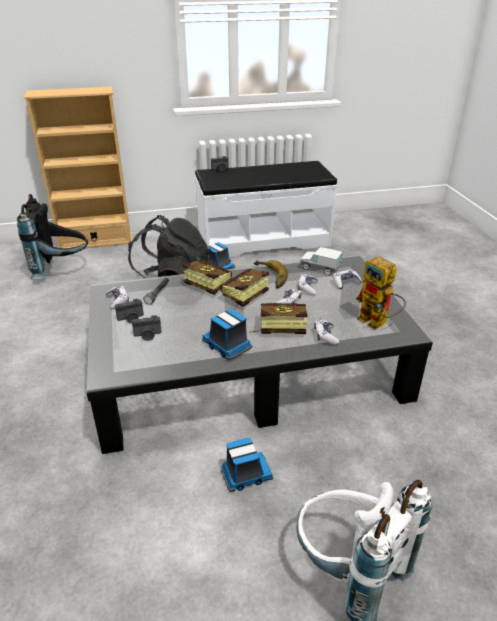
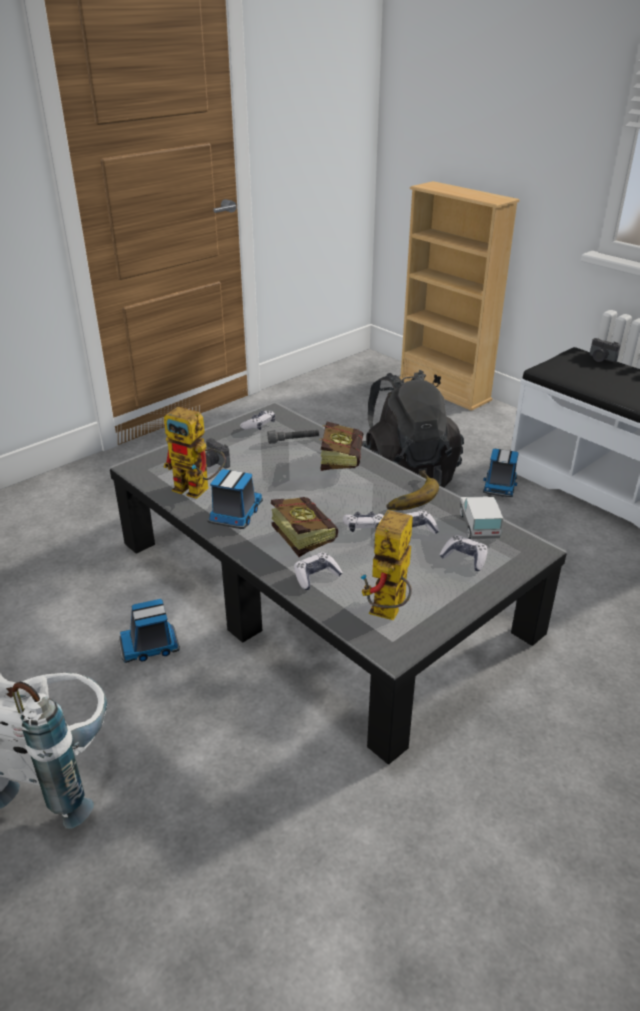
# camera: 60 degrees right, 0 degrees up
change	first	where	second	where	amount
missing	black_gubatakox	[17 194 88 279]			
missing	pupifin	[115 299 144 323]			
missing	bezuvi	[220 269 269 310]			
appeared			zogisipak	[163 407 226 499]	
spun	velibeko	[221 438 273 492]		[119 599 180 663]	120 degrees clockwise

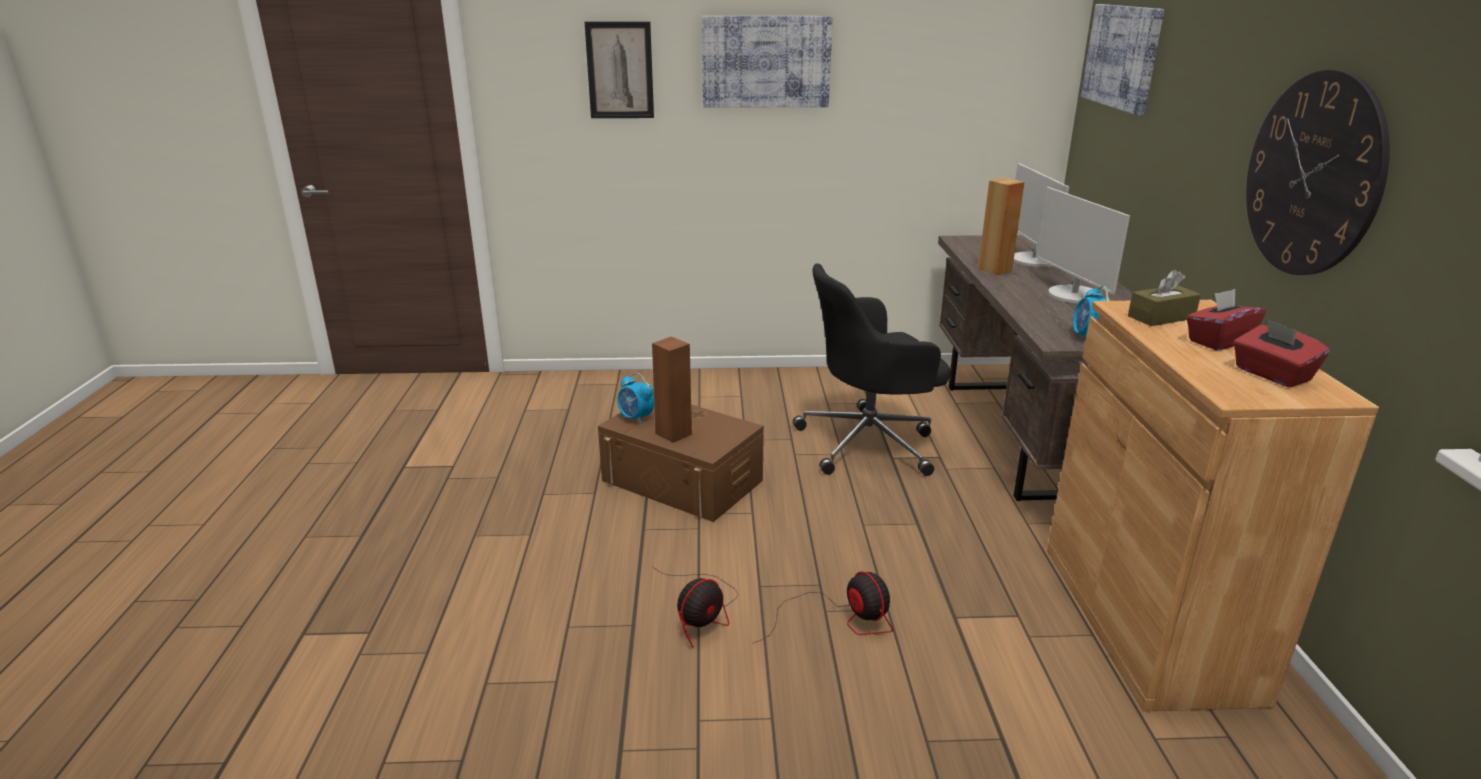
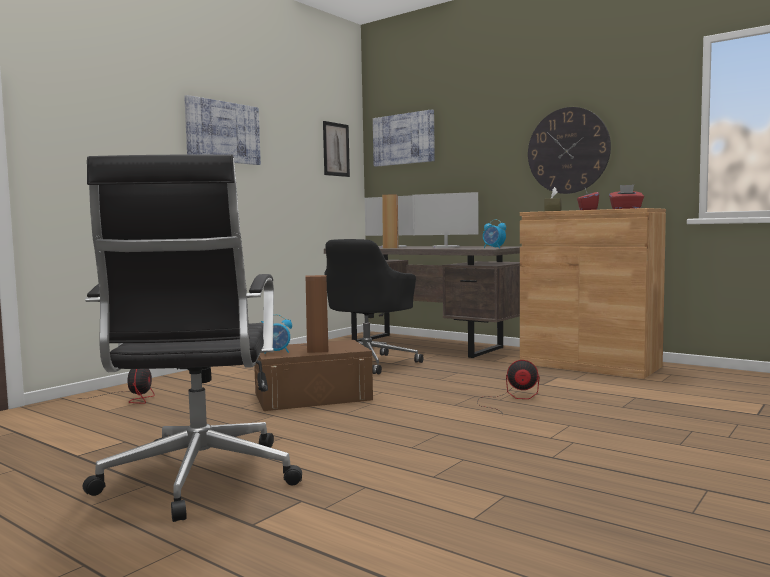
# camera: 50 degrees left, 20 degrees down
change	first	where	second	where	amount
appeared			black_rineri	[83 154 302 522]	
relocated	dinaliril	[585 21 654 118]		[323 121 350 177]	
relocated	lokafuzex	[653 567 738 648]		[76 369 155 404]	

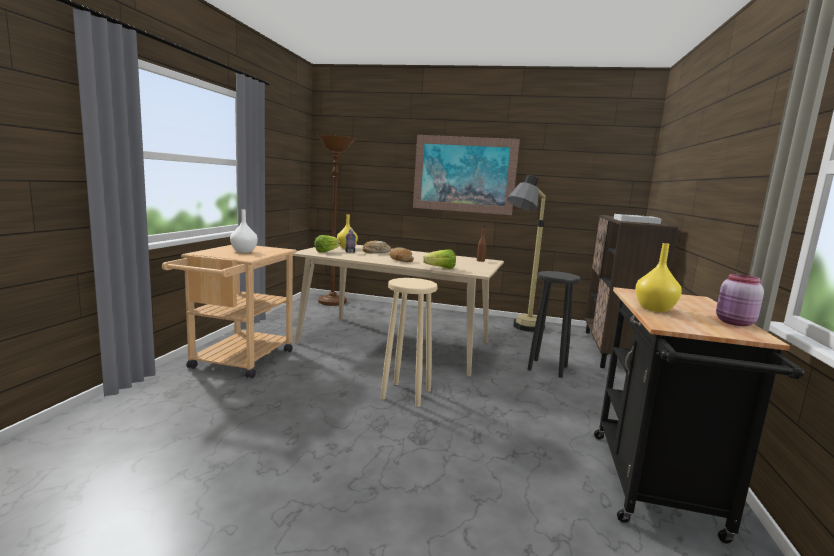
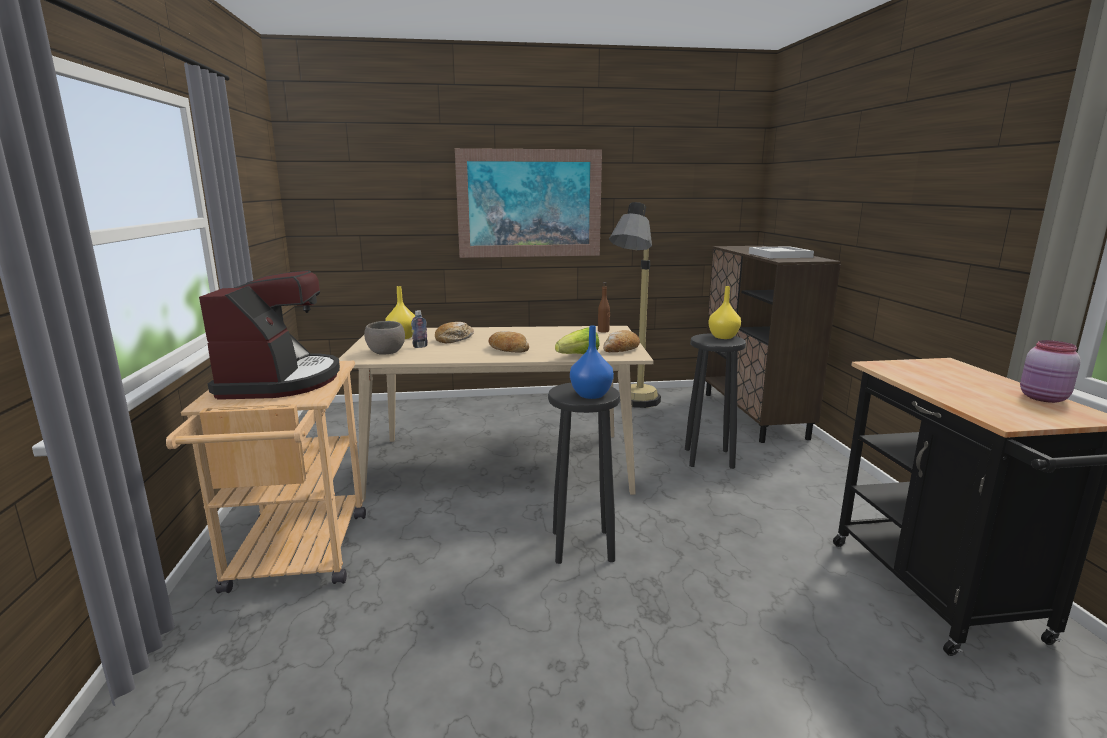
# camera: 20 degrees left, 5 degrees up
change	first	where	second	where	amount
missing	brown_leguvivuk	[317 135 356 306]			
appeared			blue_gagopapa	[570 326 614 399]	
appeared			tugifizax	[603 330 640 352]	
relocated	yellow_gagopapa	[635 243 682 312]		[708 286 741 339]	
exchanged	white_gagopapa	[230 209 258 253]	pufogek	[199 270 340 400]	
exchanged	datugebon	[314 235 341 253]	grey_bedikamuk	[364 321 405 355]	
colour	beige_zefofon	[381 278 438 407]	black_zefofon	[548 383 620 564]	

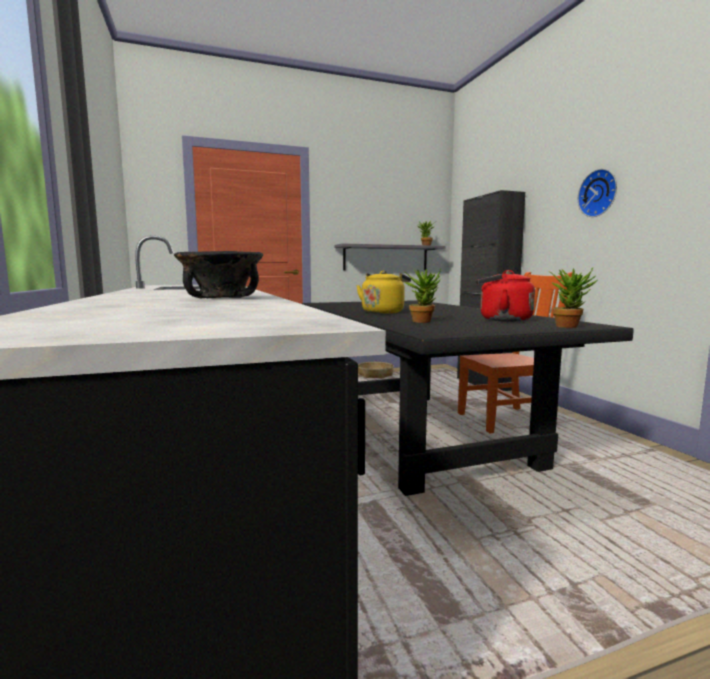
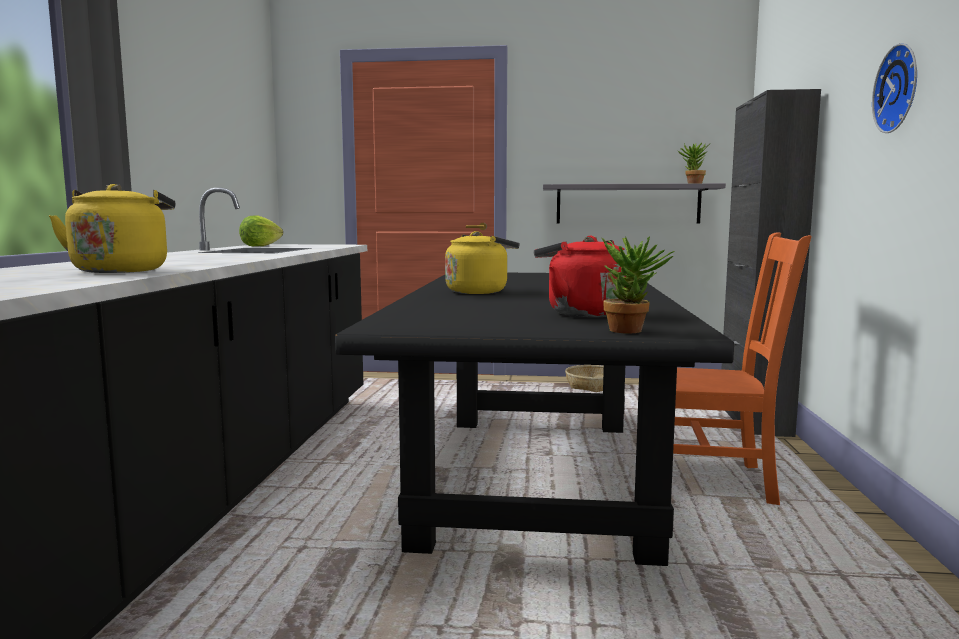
# camera: 25 degrees right, 0 degrees up
change	first	where	second	where	amount
missing	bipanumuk	[405 268 441 323]			
appeared			datugebon	[239 215 283 246]	
exchanged	black_bedikamuk	[174 251 263 298]	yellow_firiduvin	[49 184 175 273]	

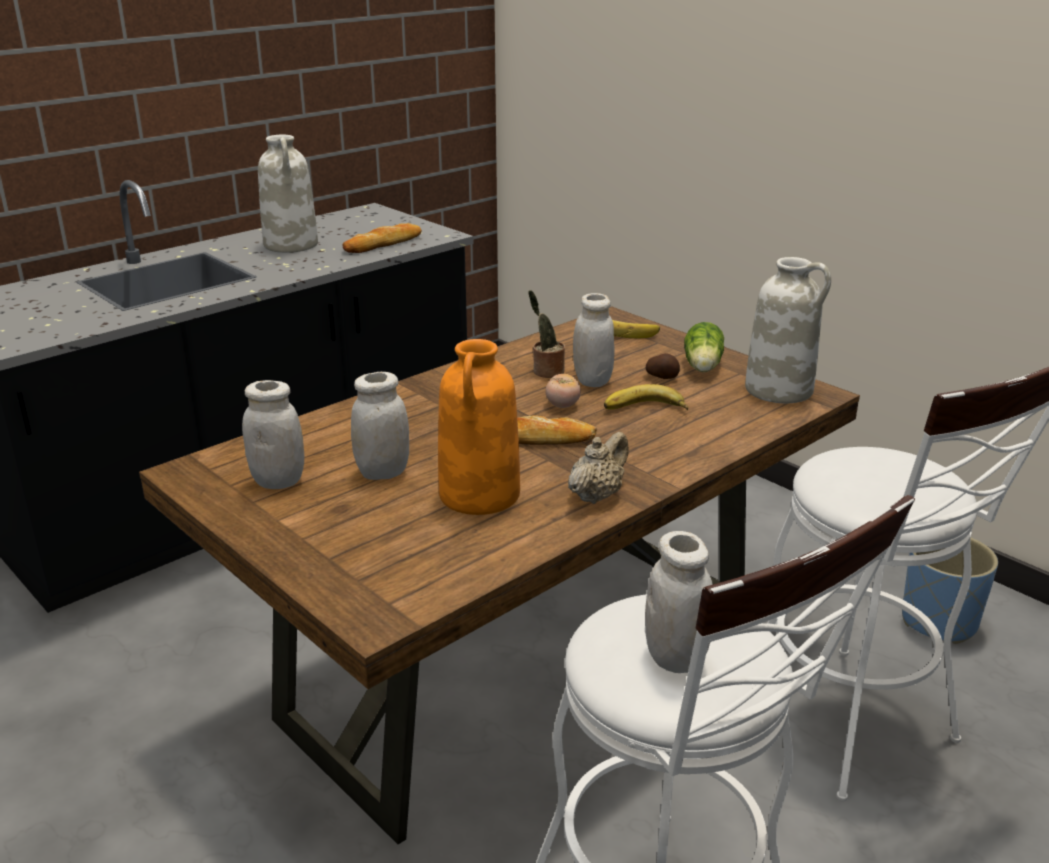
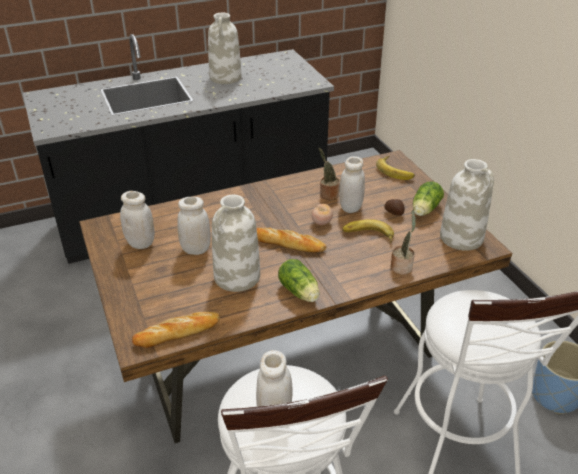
# camera: 20 degrees right, 10 degrees up
change	first	where	second	where	amount
appeared			bipanumuk	[391 210 416 274]	
relocated	tugifizax	[342 223 422 253]		[132 312 220 348]	
exchanged	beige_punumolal	[568 432 629 504]	datugebon	[278 259 320 302]	
colour	orange_gagopapa	[438 339 520 515]	white_gagopapa	[212 195 260 292]	

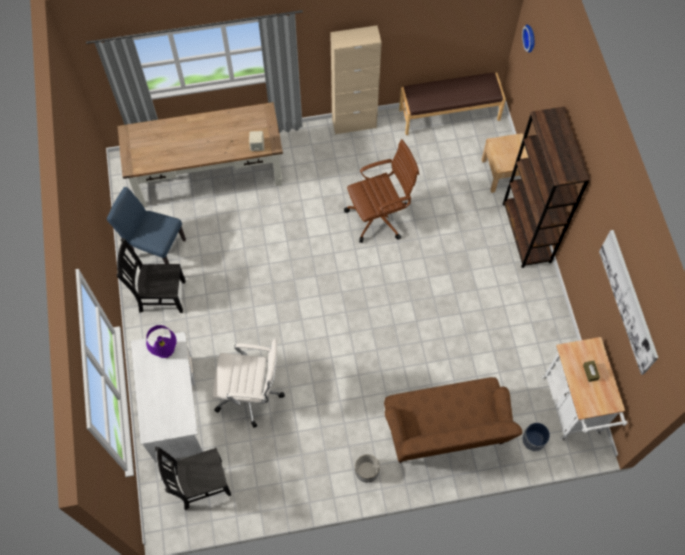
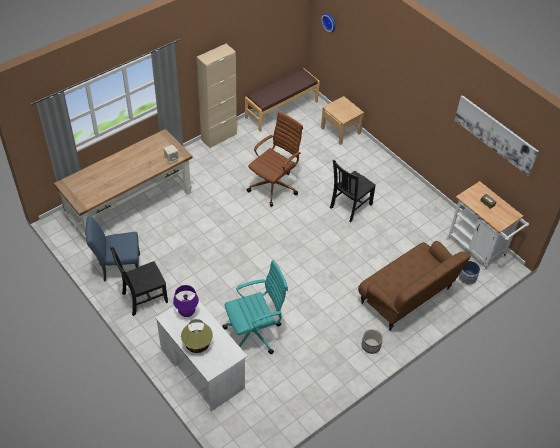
# camera: 30 degrees left, 15 degrees down
change	first	where	second	where	amount
missing	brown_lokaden	[503 106 590 268]			
appeared			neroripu	[181 319 213 353]	
relocated	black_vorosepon	[155 447 231 510]		[330 160 376 222]	
colour	white_rineri	[213 339 285 428]	turquoise_rineri	[223 260 288 354]	

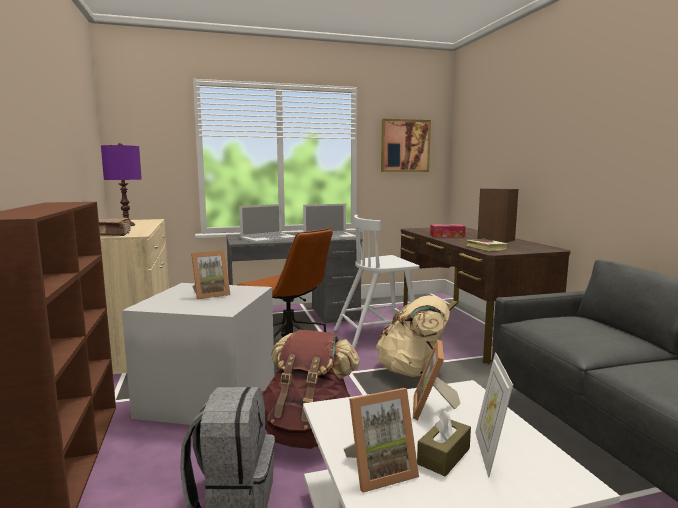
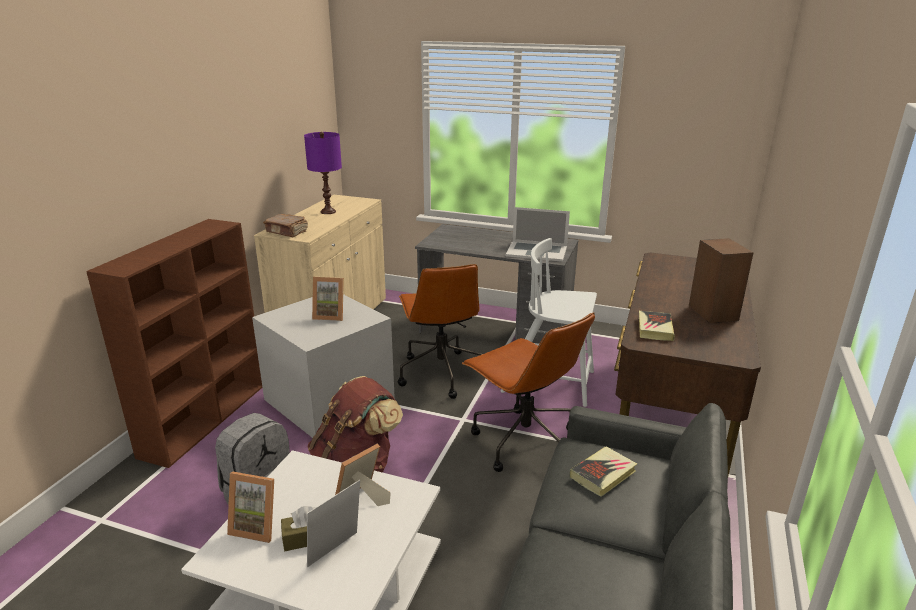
# camera: 35 degrees right, 15 degrees up
change	first	where	second	where	amount
missing	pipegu	[239 204 295 243]			
missing	dinaliril	[381 119 431 172]			
missing	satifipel	[430 224 466 237]			
appeared			bezuvi	[570 446 638 497]	
exchanged	beige_gubatakox	[376 295 450 377]	brown_rineri	[462 312 595 472]	

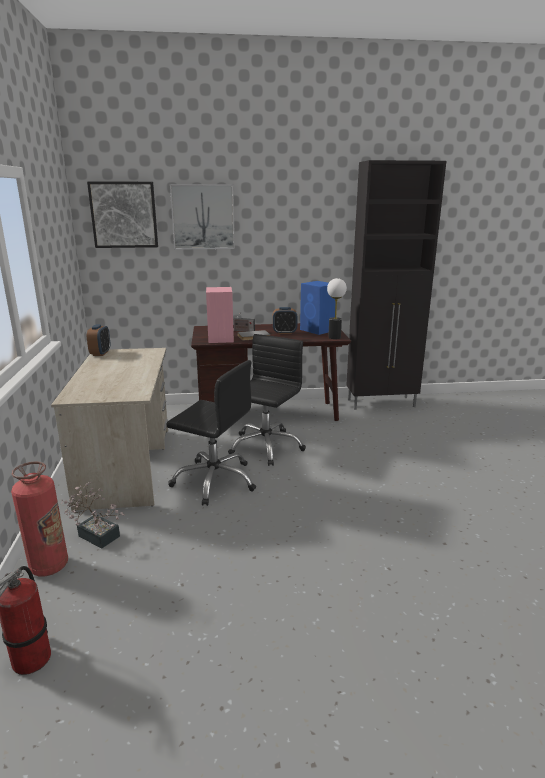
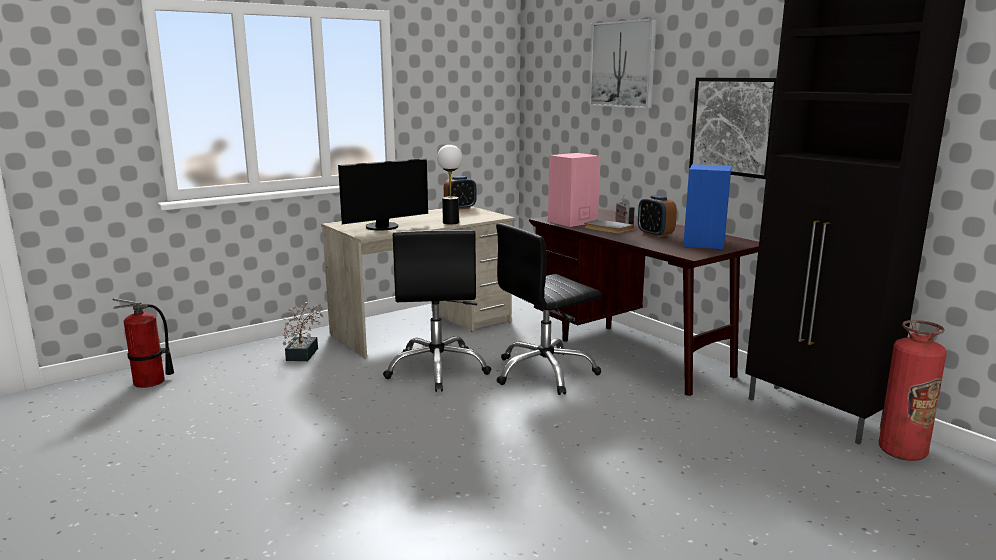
# camera: 60 degrees right, 5 degrees down
change	first	where	second	where	amount
appeared			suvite	[338 158 428 231]	
relocated	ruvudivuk	[11 461 68 576]		[879 320 947 461]	
relocated	dinaliril	[87 182 158 248]		[689 78 776 179]	
relocated	neroripu	[327 278 347 339]		[437 145 462 224]	
spun	black_rineri	[228 334 306 466]		[496 223 601 395]	150 degrees clockwise

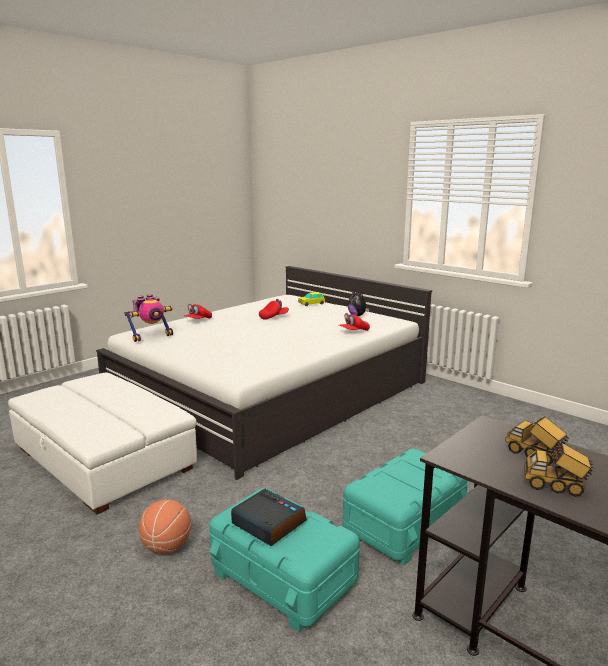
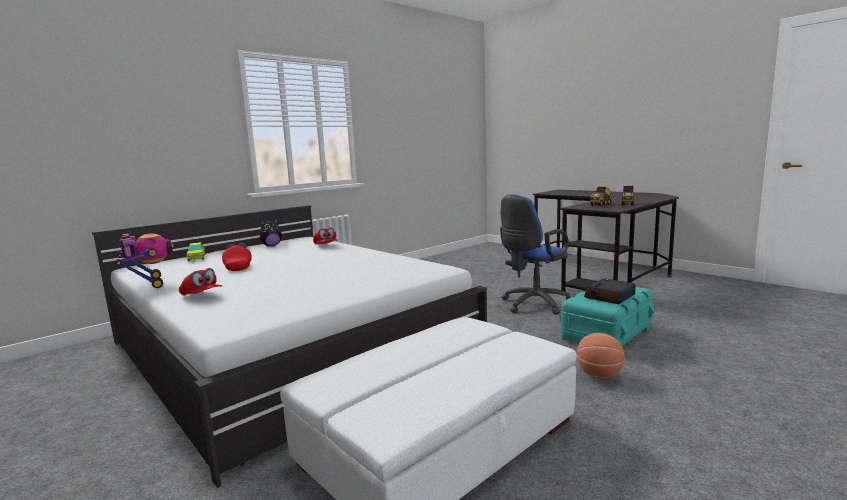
# camera: 85 degrees left, 5 degrees down
change	first	where	second	where	amount
relocated	zogisipak	[124 294 173 342]		[115 233 174 288]	
exchanged	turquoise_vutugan	[343 448 468 565]	blue_rineri	[500 194 571 315]	

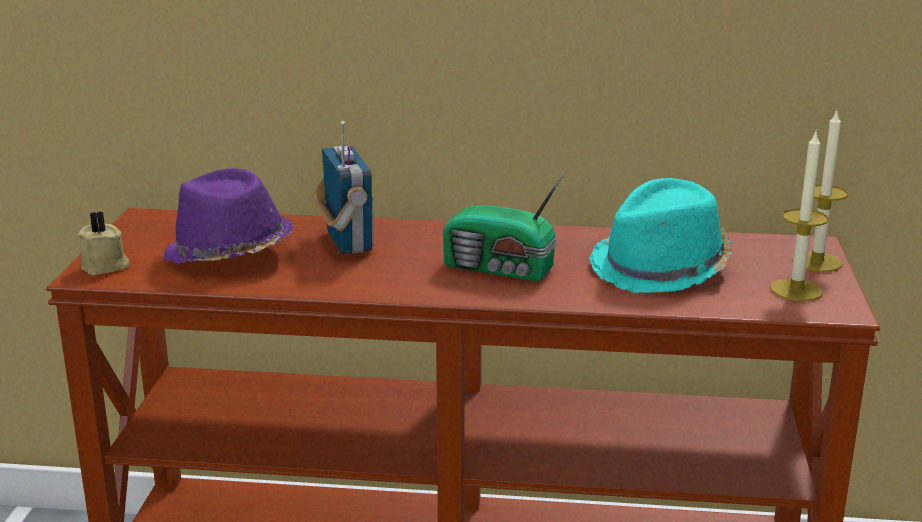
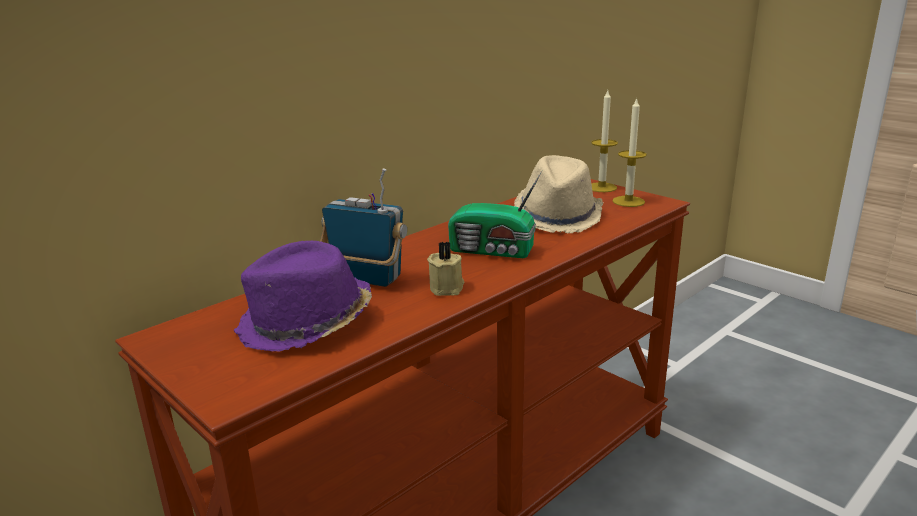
# camera: 50 degrees left, 0 degrees up
change	first	where	second	where	amount
relocated	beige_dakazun	[78 211 129 275]		[427 241 464 296]	
colour	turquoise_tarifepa	[589 178 732 293]	beige_tarifepa	[514 155 603 233]	
spun	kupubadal	[443 169 566 281]		[448 171 542 258]	45 degrees clockwise

